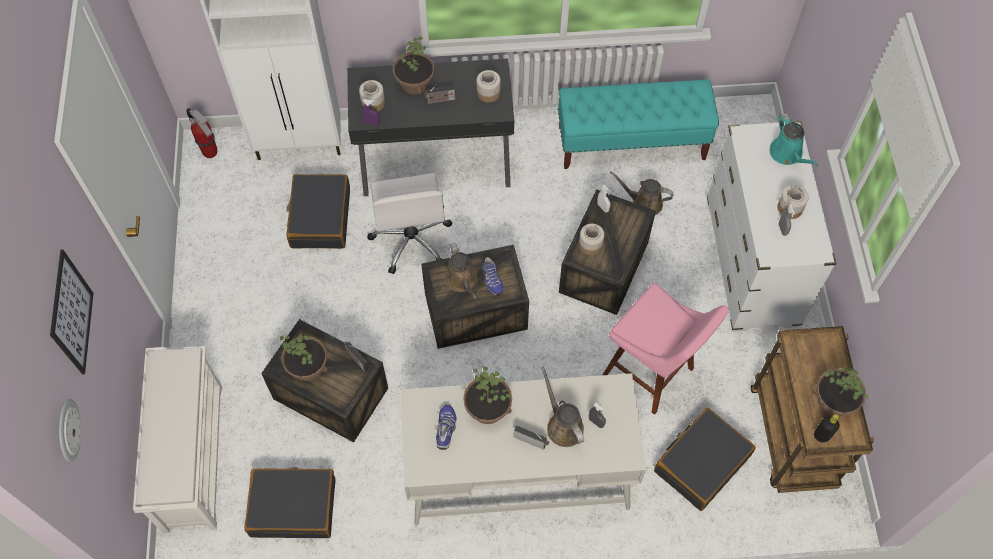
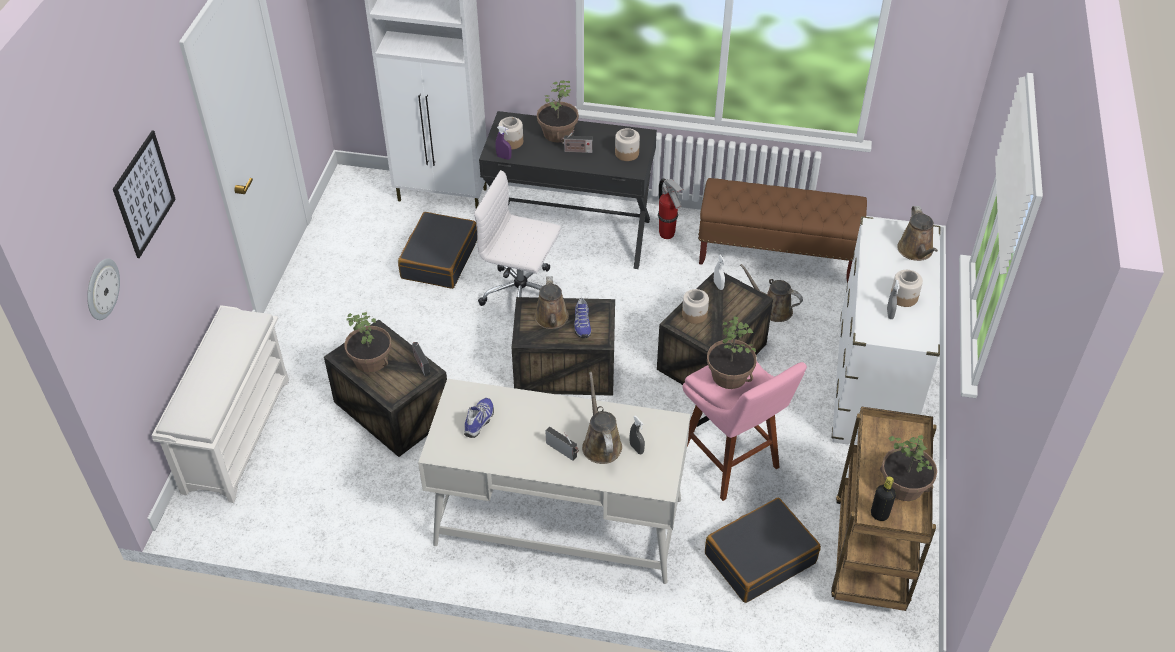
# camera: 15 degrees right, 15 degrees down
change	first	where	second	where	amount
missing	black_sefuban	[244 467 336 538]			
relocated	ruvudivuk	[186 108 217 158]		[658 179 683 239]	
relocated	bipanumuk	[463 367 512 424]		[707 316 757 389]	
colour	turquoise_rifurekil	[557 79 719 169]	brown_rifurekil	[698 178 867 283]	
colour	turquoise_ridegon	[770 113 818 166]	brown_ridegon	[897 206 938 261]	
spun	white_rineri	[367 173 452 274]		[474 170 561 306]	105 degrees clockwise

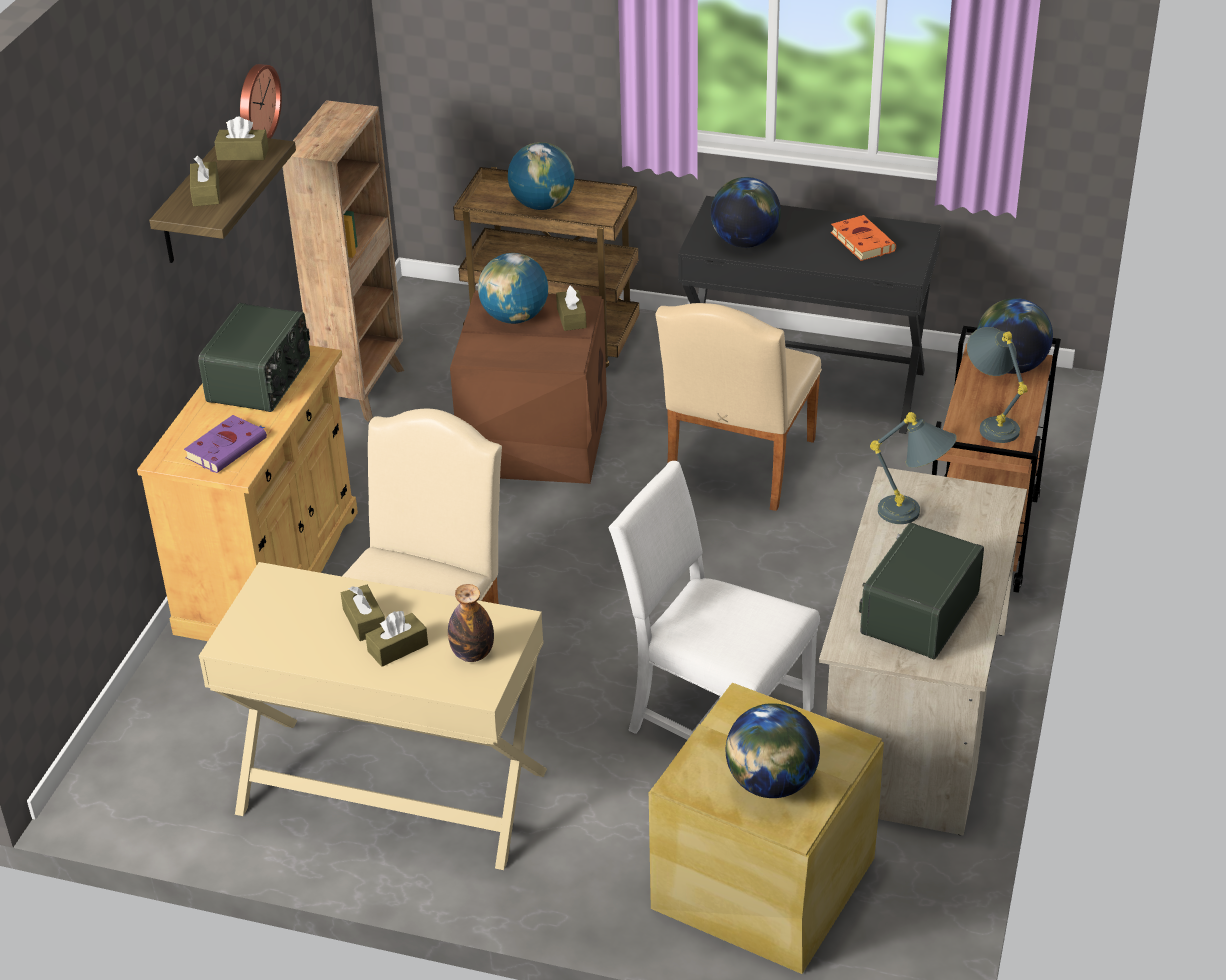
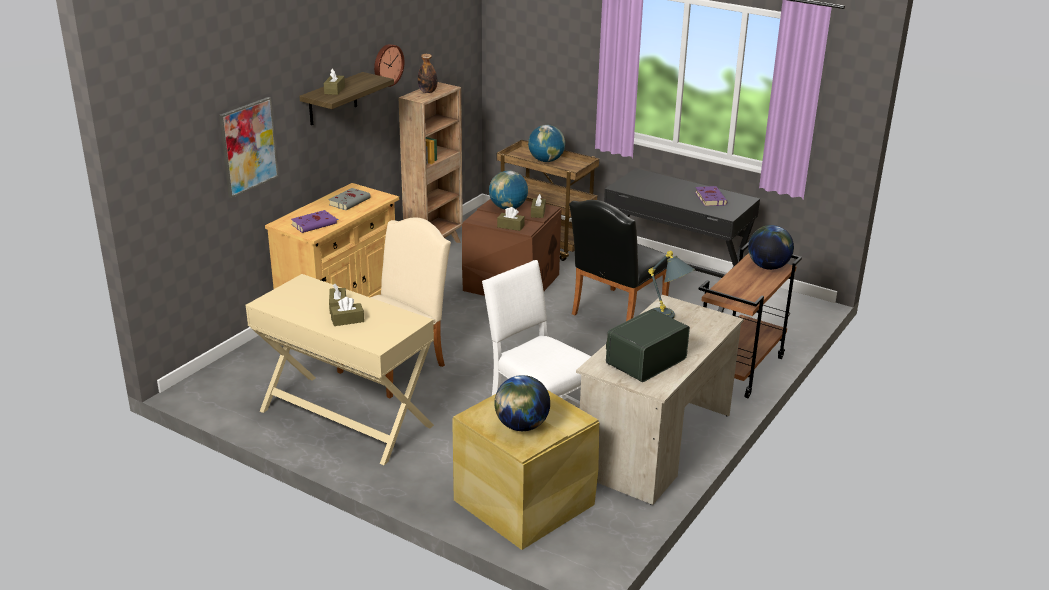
# camera: 15 degrees right, 10 degrees down
change	first	where	second	where	amount
missing	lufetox	[711 177 781 248]			
missing	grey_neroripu	[967 327 1028 443]			
appeared			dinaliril	[219 97 278 198]	
relocated	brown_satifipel	[214 117 269 160]		[497 207 525 231]	
relocated	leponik	[448 584 494 662]		[418 54 438 93]	
exchanged	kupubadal	[198 303 310 412]	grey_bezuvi	[328 188 371 210]	
colour	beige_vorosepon	[655 303 822 511]	black_vorosepon	[569 200 670 321]	
colour	orange_bezuvi	[831 215 896 261]	purple_bezuvi	[695 186 727 206]	

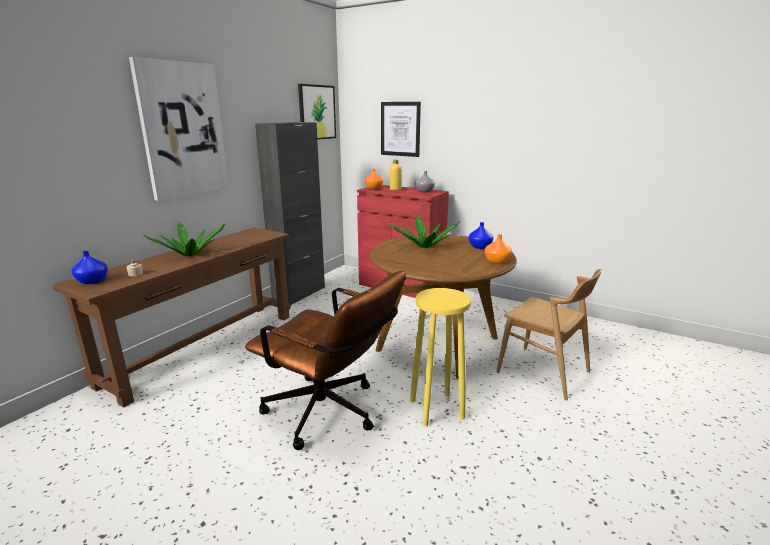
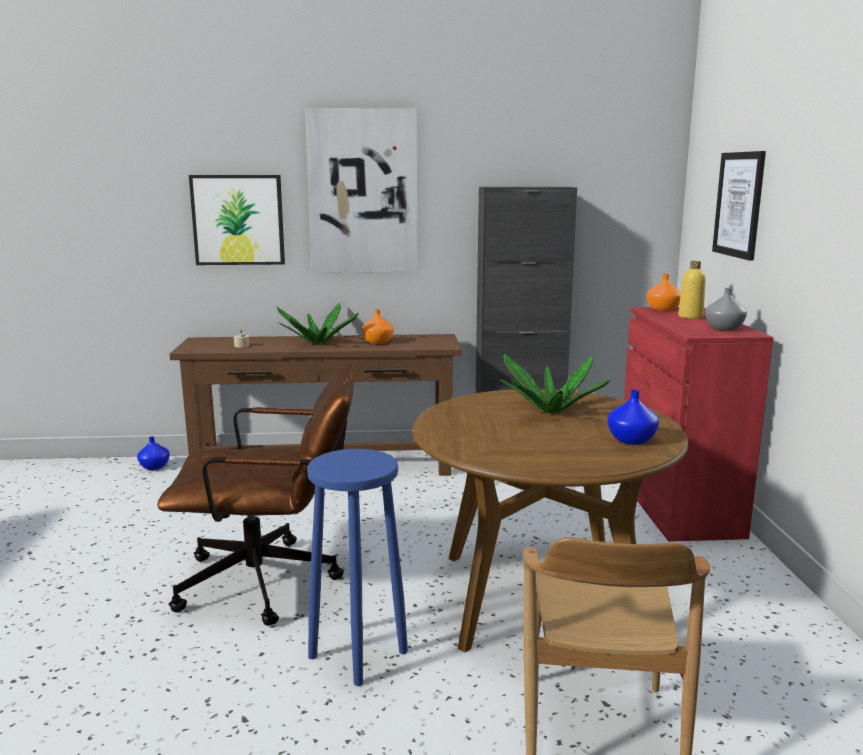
# camera: 55 degrees right, 5 degrees down
change	first	where	second	where	amount
relocated	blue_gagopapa	[71 251 108 284]		[137 436 170 470]	
relocated	dinaliril	[298 84 336 140]		[189 175 285 265]	
relocated	orange_gagopapa	[485 234 512 264]		[362 309 394 344]	
colour	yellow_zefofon	[410 288 471 426]	blue_zefofon	[307 449 408 686]	
spun	brown_rineri	[245 271 406 450]		[157 361 354 626]	90 degrees counterclockwise

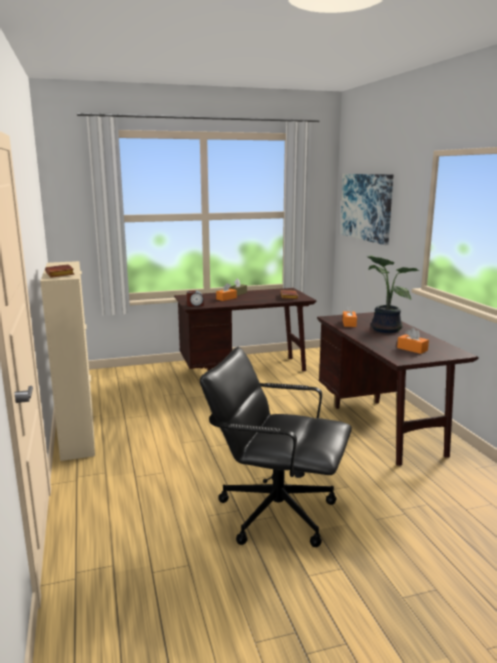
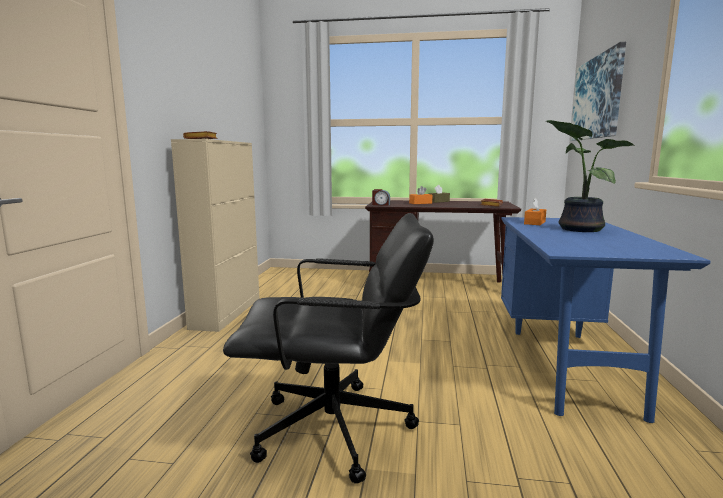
# camera: 25 degrees right, 5 degrees down
change	first	where	second	where	amount
missing	orange_satifipel	[397 328 429 354]			
colour	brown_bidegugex	[317 312 478 466]	blue_bidegugex	[501 217 710 423]	
spun	black_rineri	[200 347 352 547]		[223 213 434 484]	135 degrees clockwise

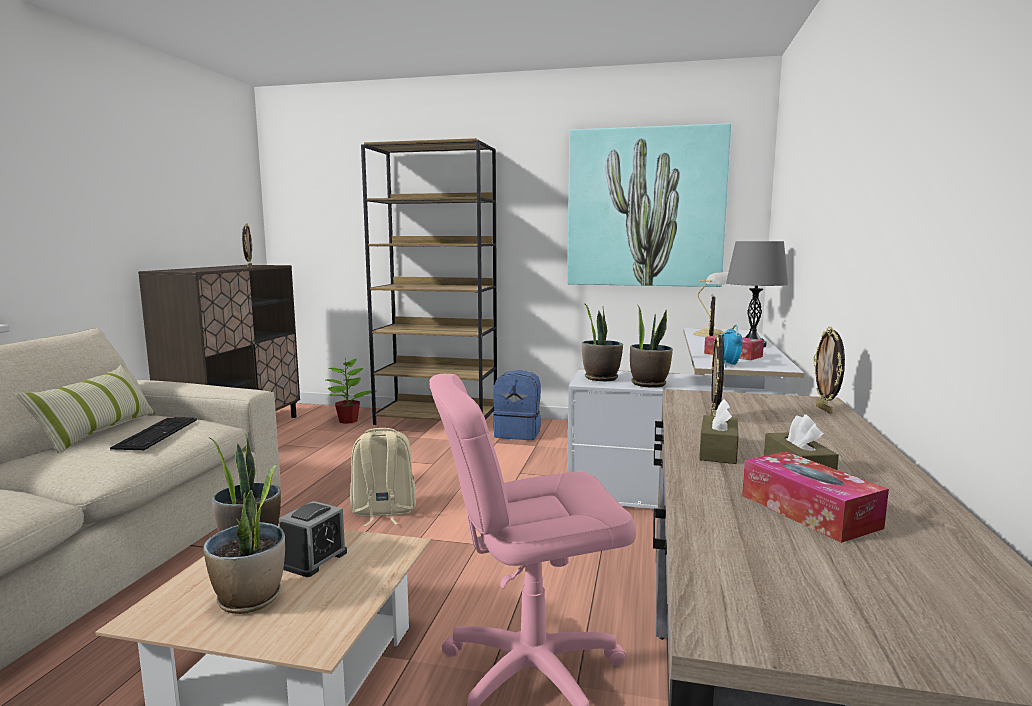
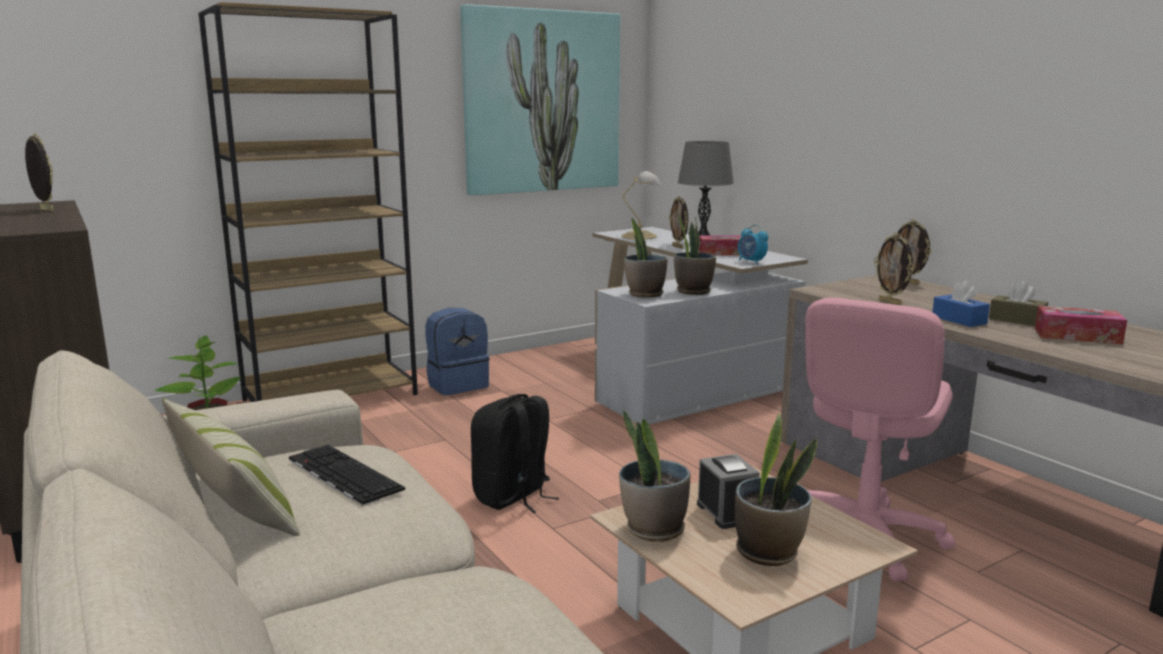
# camera: 45 degrees left, 5 degrees up
change	first	where	second	where	amount
colour	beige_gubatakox	[350 428 416 527]	black_gubatakox	[471 394 559 513]	
colour	brown_satifipel	[699 399 738 464]	blue_satifipel	[932 281 990 327]	

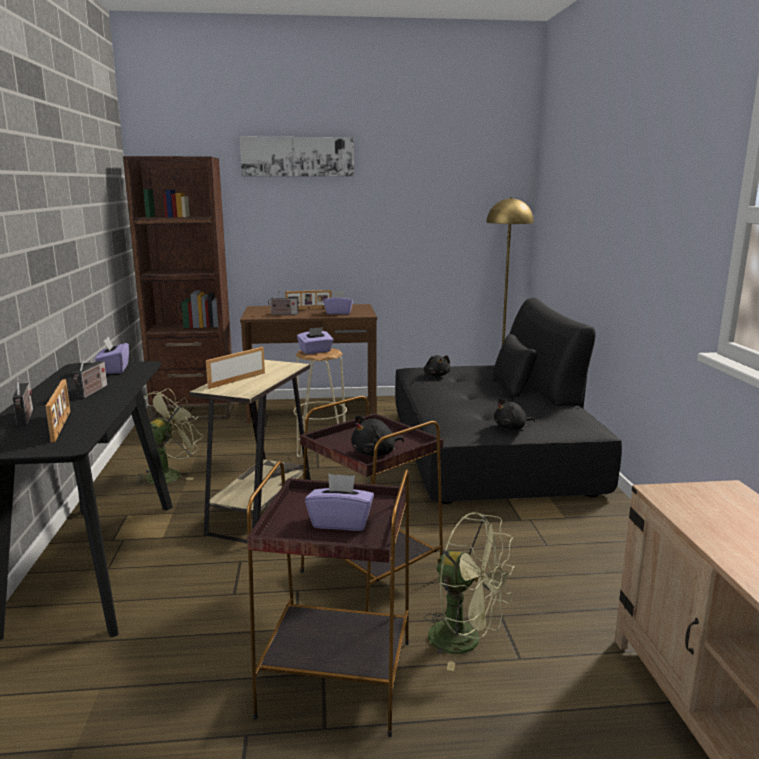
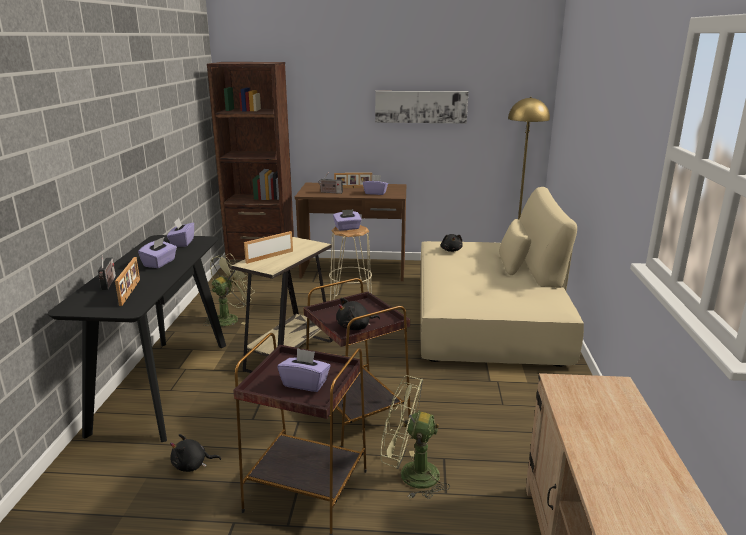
# camera: 10 degrees right, 5 degrees up
change	first	where	second	where	amount
relocated	dinaliril	[240 137 354 177]		[375 91 468 124]	
relocated	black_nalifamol	[494 398 535 430]		[170 434 221 472]	
exchanged	kupubadal	[74 354 107 398]	purple_satifipel	[138 237 177 268]	
colour	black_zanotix	[395 298 622 504]	beige_zanotix	[421 187 584 367]	
spun	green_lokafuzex	[424 512 516 671]		[380 375 450 499]	150 degrees clockwise

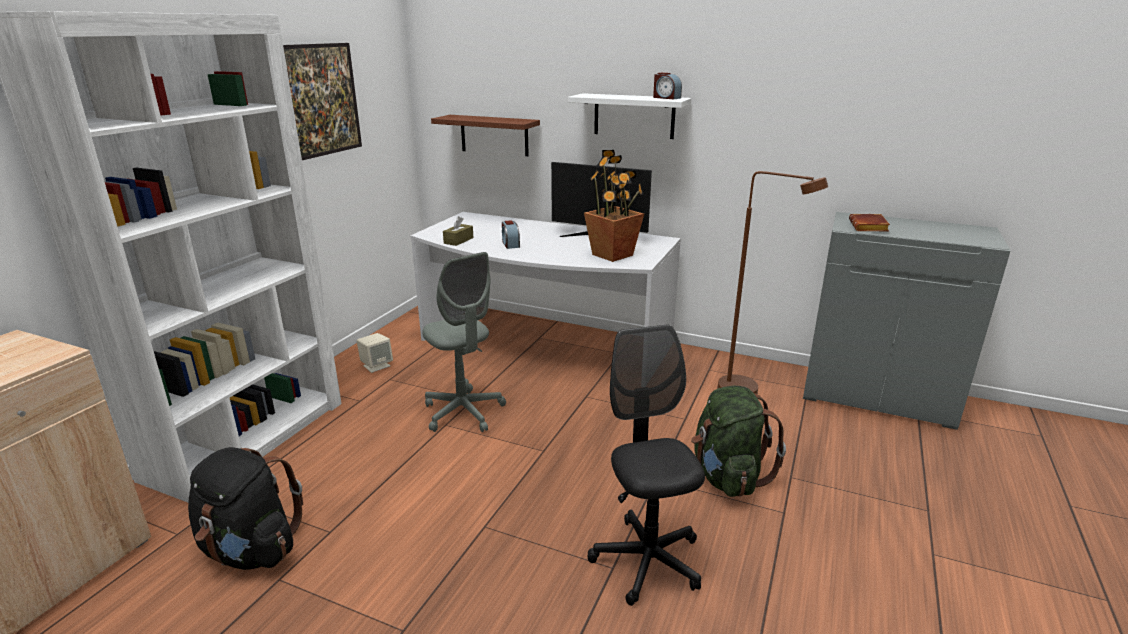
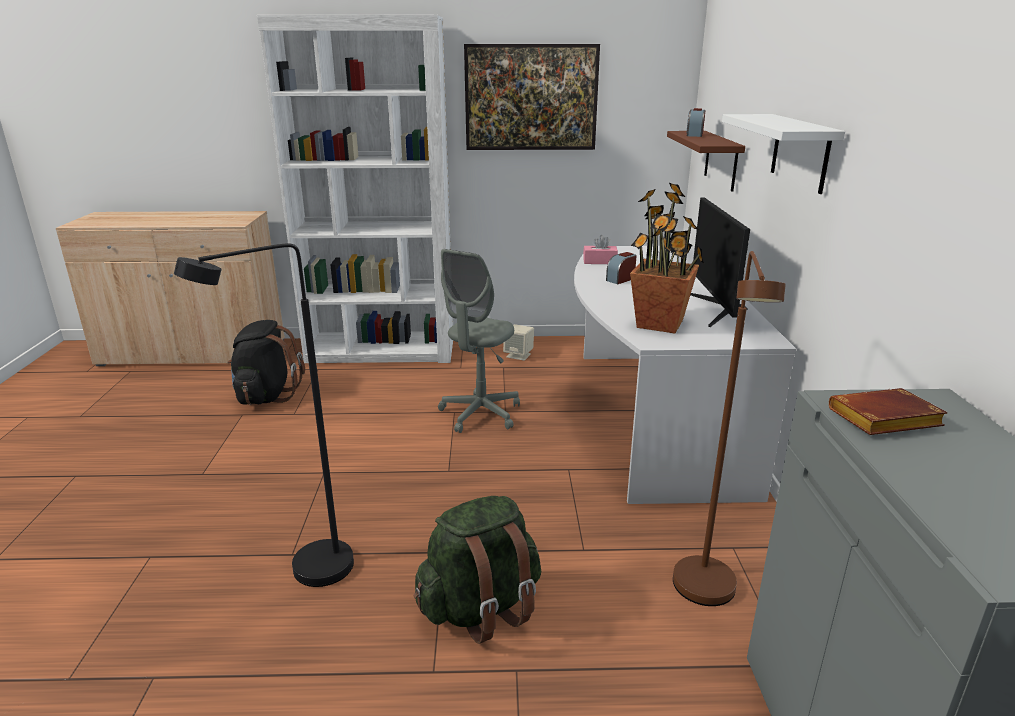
# camera: 65 degrees right, 0 degrees up
change	first	where	second	where	amount
relocated	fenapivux	[653 73 682 99]		[687 108 706 137]	
exchanged	black_rineri	[588 325 705 606]	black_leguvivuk	[174 243 354 587]	
colour	brown_satifipel	[443 216 473 246]	pink_satifipel	[583 235 618 264]	

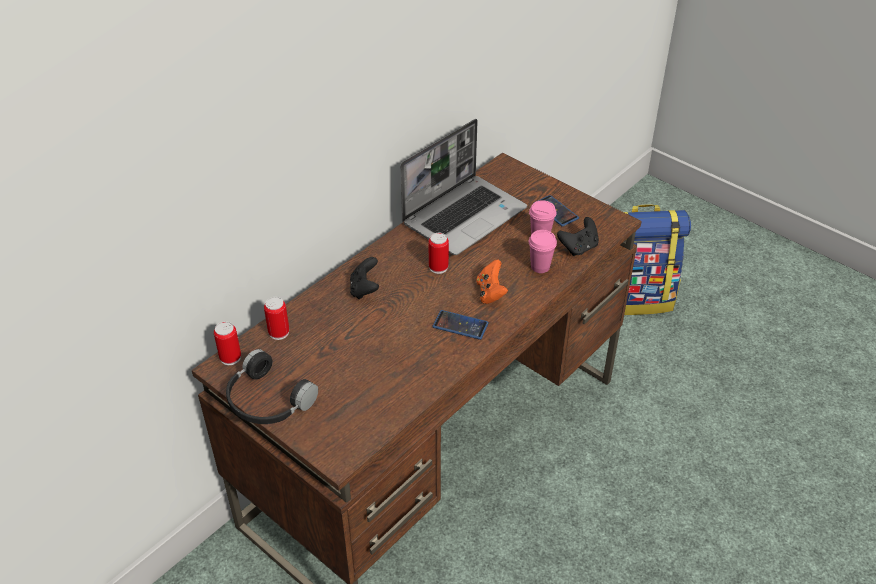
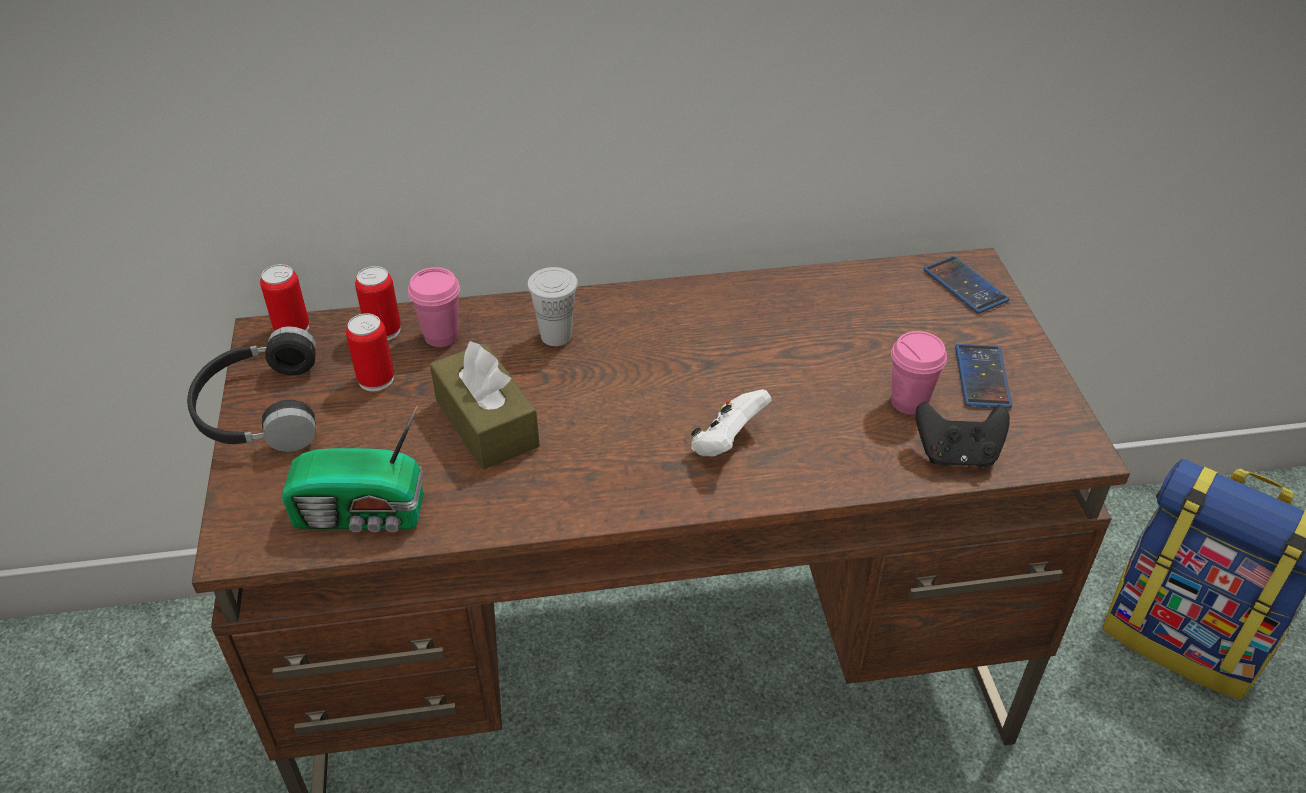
# camera: 40 degrees right, 0 degrees up
change	first	where	second	where	amount
missing	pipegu	[400 119 527 255]			
appeared			kupubadal	[282 405 423 532]	
appeared			brown_satifipel	[430 341 540 470]	
relocated	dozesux	[429 233 449 274]		[346 313 394 391]	
relocated	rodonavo	[432 310 489 340]		[924 256 1009 314]	
relocated	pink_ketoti	[529 230 557 273]		[408 267 460 347]	
exchanged	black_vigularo	[350 257 379 299]	white_ketoti	[527 267 578 346]	
colour	orange_vigularo	[476 260 508 304]	white_vigularo	[691 389 772 456]	

